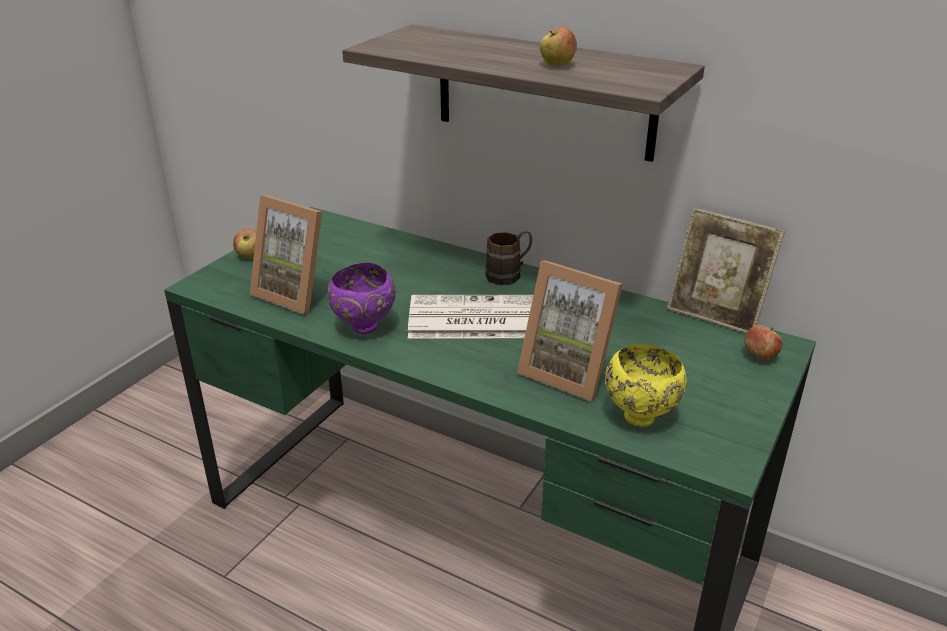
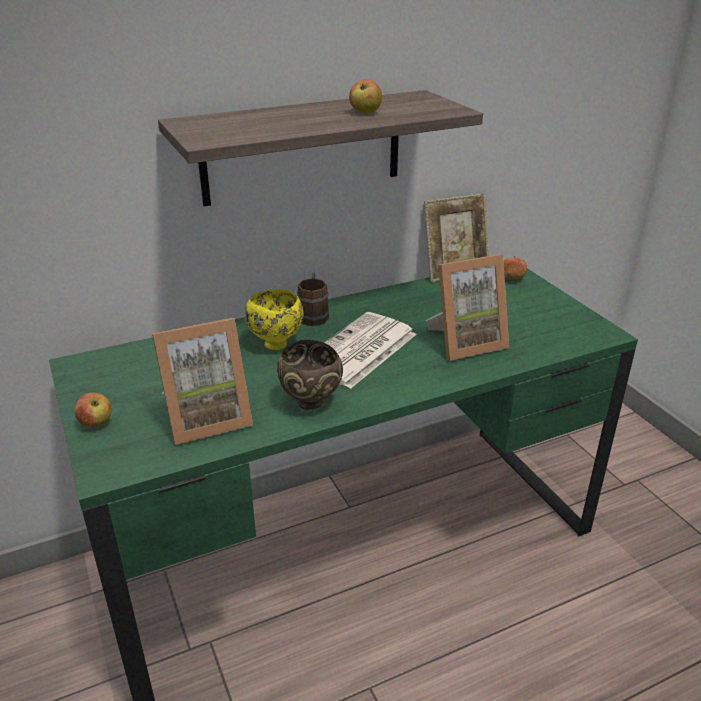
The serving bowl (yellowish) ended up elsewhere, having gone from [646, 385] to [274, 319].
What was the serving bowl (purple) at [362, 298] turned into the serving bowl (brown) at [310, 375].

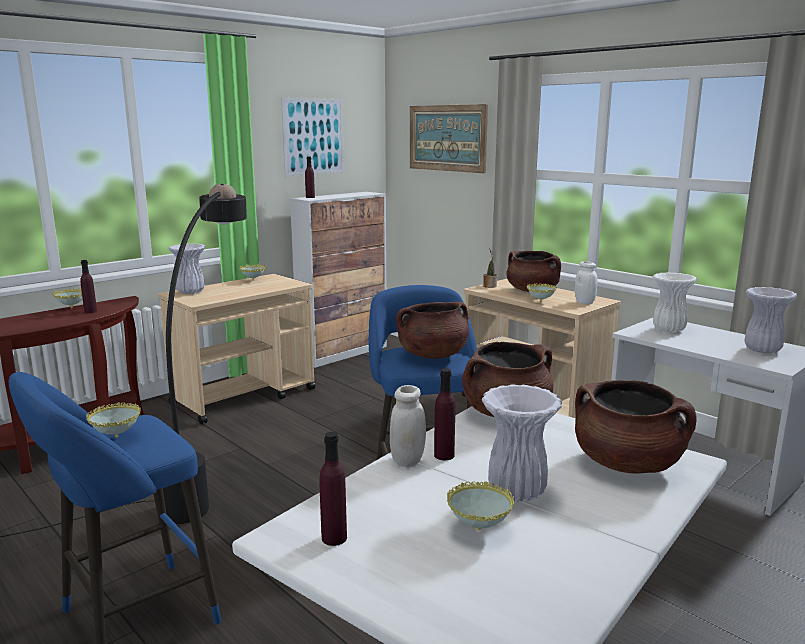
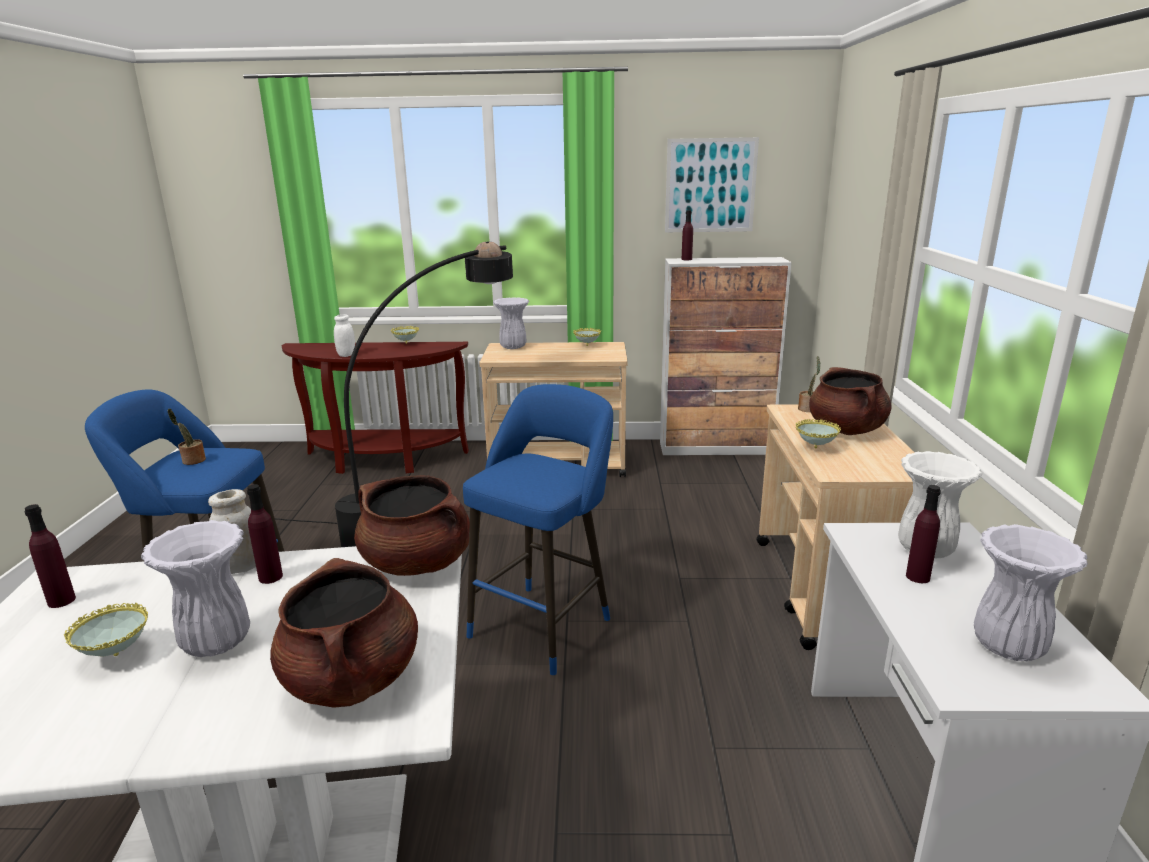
The second view lost the cooking pot (brown) at [432, 330].
The second view lost the wall art at [449, 138].
The drink bottle (purple) ended up elsewhere, having gone from [88, 286] to [923, 534].
The preserve jar (white-coloured) ended up elsewhere, having gone from [586, 282] to [344, 335].
Where the serving bowl stood at [113, 420], the potted plant came to stand at [187, 436].

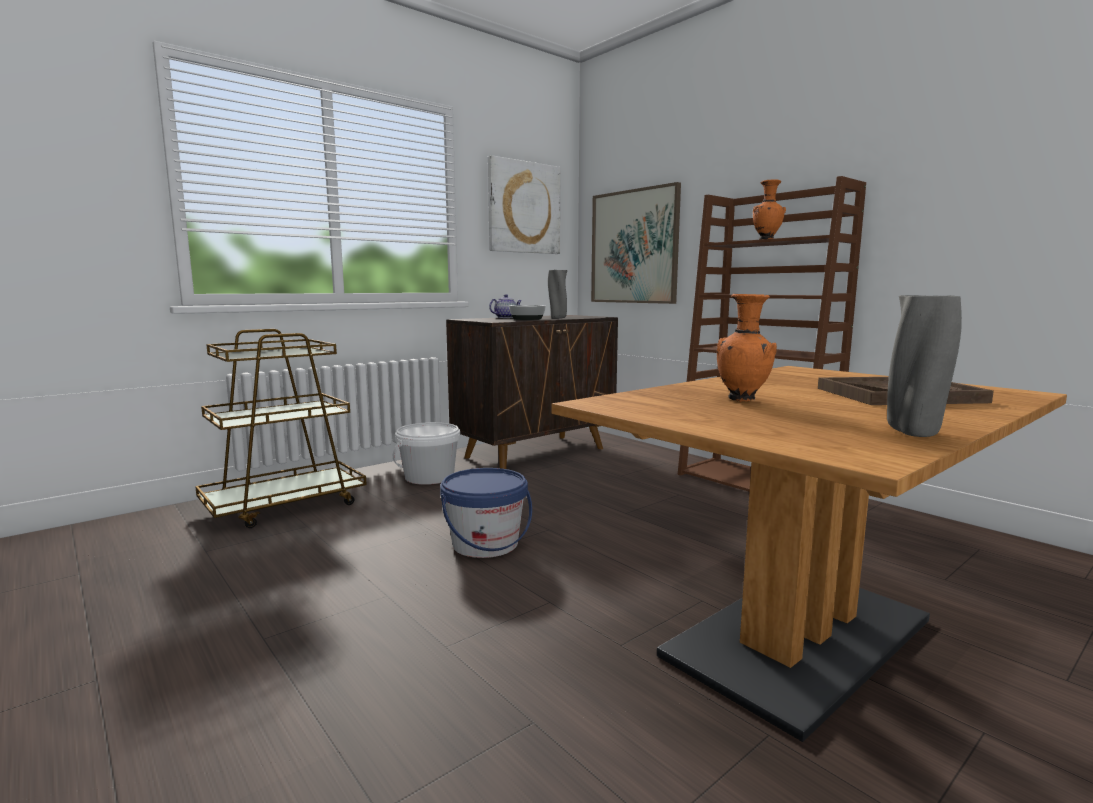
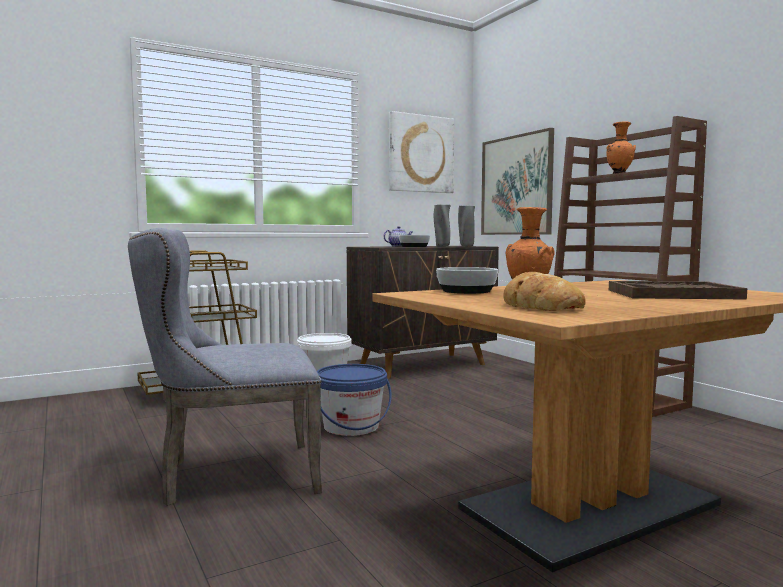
The second view gained the upright chair (gray) at [225, 367].
The second view gained the serving bowl at [467, 280].
The second view gained the bakery bread at [544, 291].
The decorative vase (gray) ended up elsewhere, having gone from [924, 366] to [466, 226].

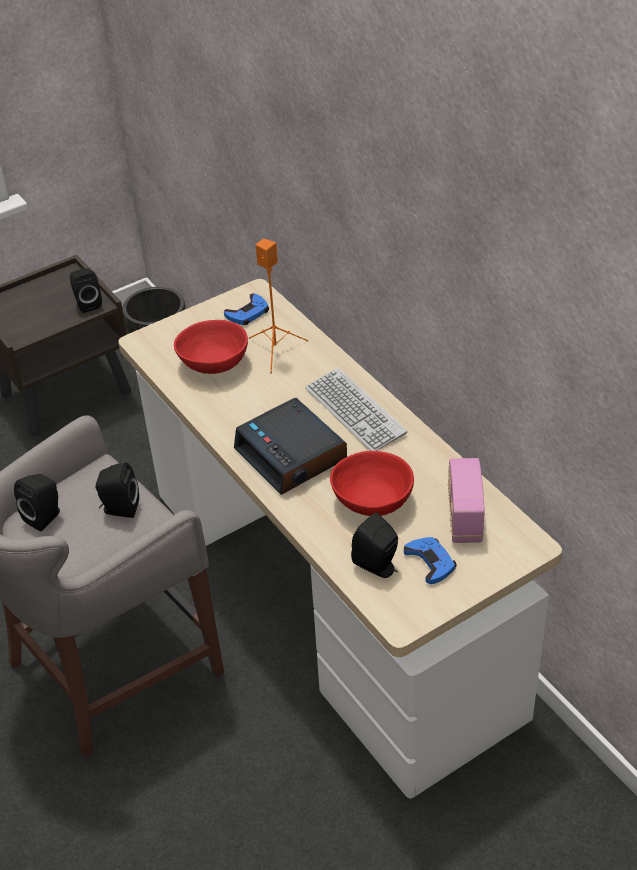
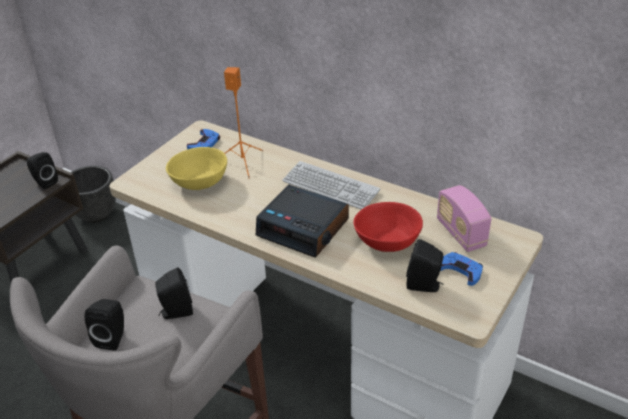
What was the serving bowl (red-coloured) at [211, 347] turned into the serving bowl (yellowish) at [196, 168].

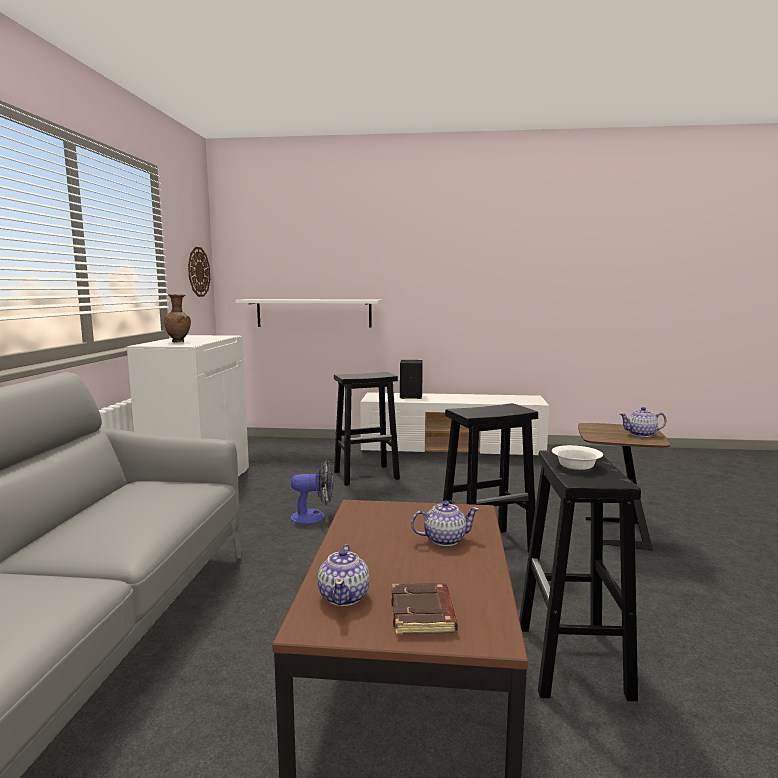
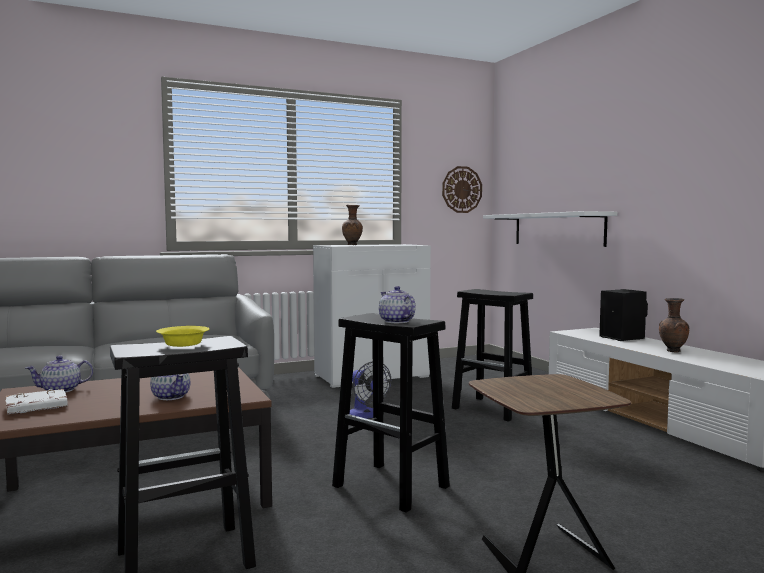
The second view gained the decorative vase (brown) at [674, 325].
The teapot ended up elsewhere, having gone from [643, 422] to [397, 304].
What was the book (brown) at [424, 609] turned into the book (white-coloured) at [37, 401].
What was the serving bowl (white-coloured) at [577, 457] turned into the serving bowl (yellowish) at [182, 336].

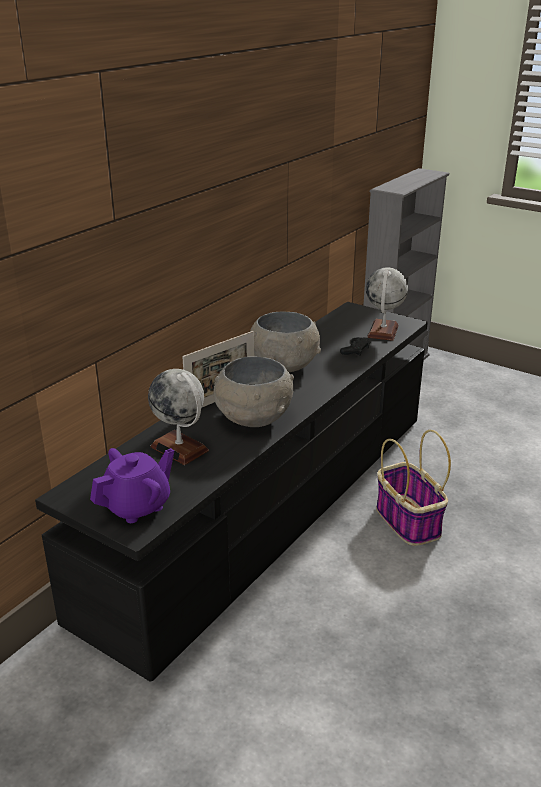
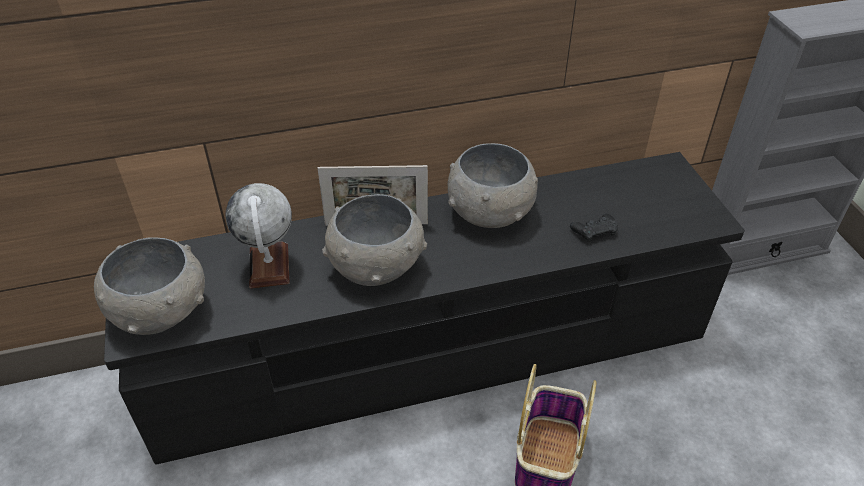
The second view lost the desk globe at [386, 304].
Where the teapot (purple) stood at [132, 485], the serving bowl (gray) came to stand at [149, 286].

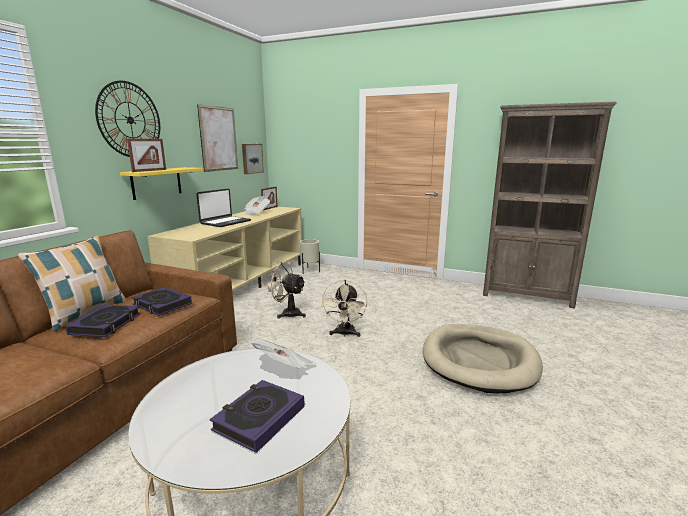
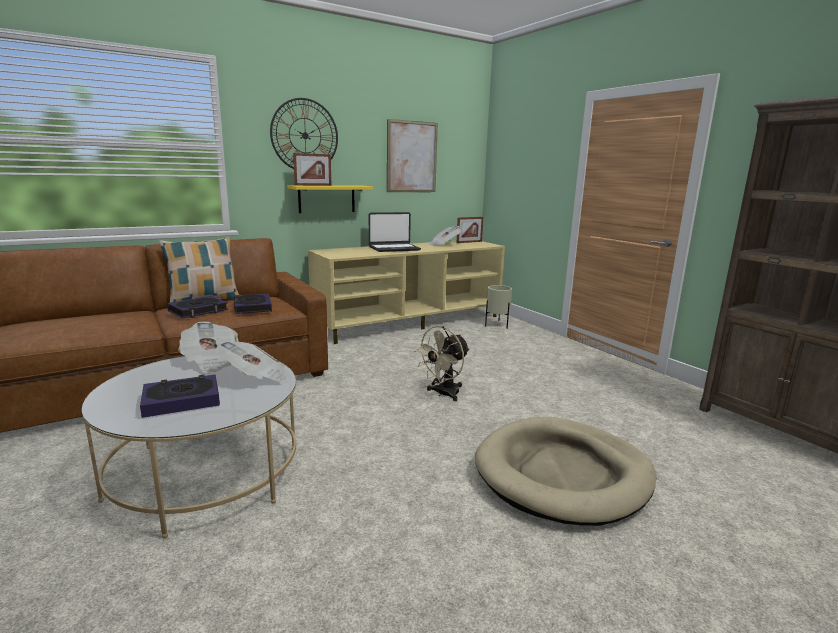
The second view lost the wall art at [253, 159].
The second view lost the fan (beige-coloured) at [284, 290].
The second view gained the newspaper at [208, 347].

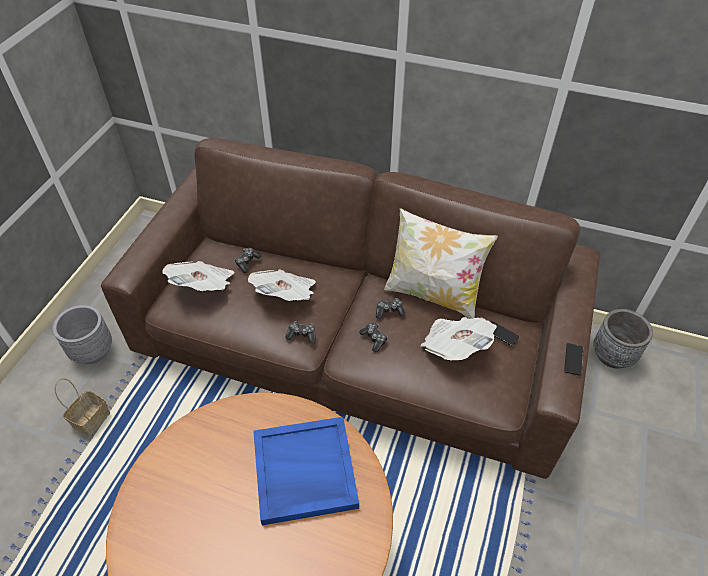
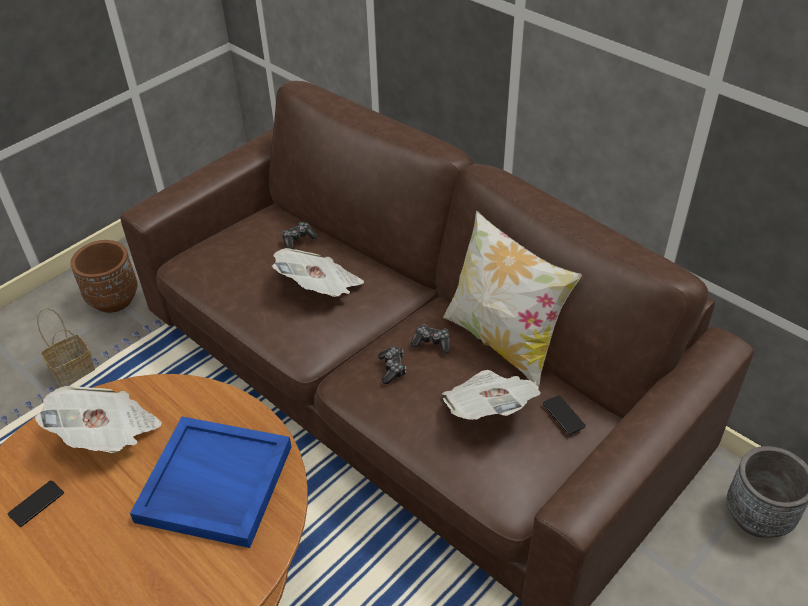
The second view lost the joypad at [300, 332].
The newspaper ended up elsewhere, having gone from [198, 276] to [98, 419].
The phone ended up elsewhere, having gone from [573, 359] to [36, 503].
What was the planter (gray) at [82, 334] turned into the planter (brown) at [104, 276].

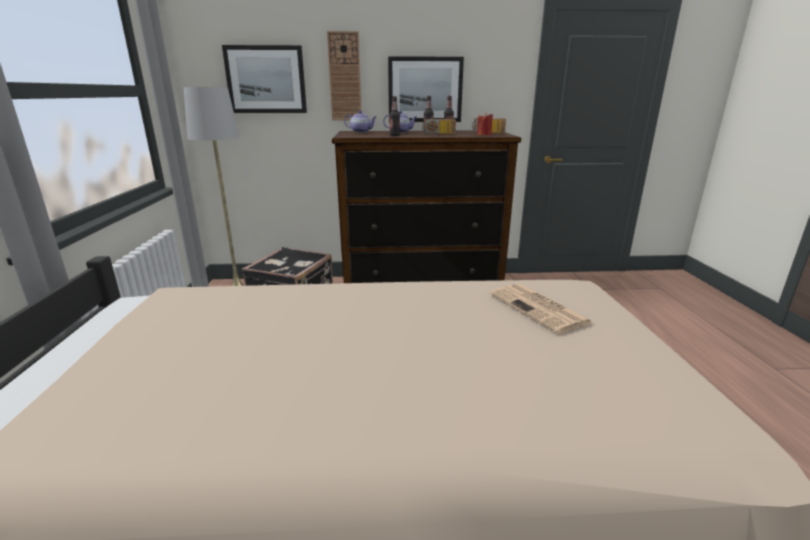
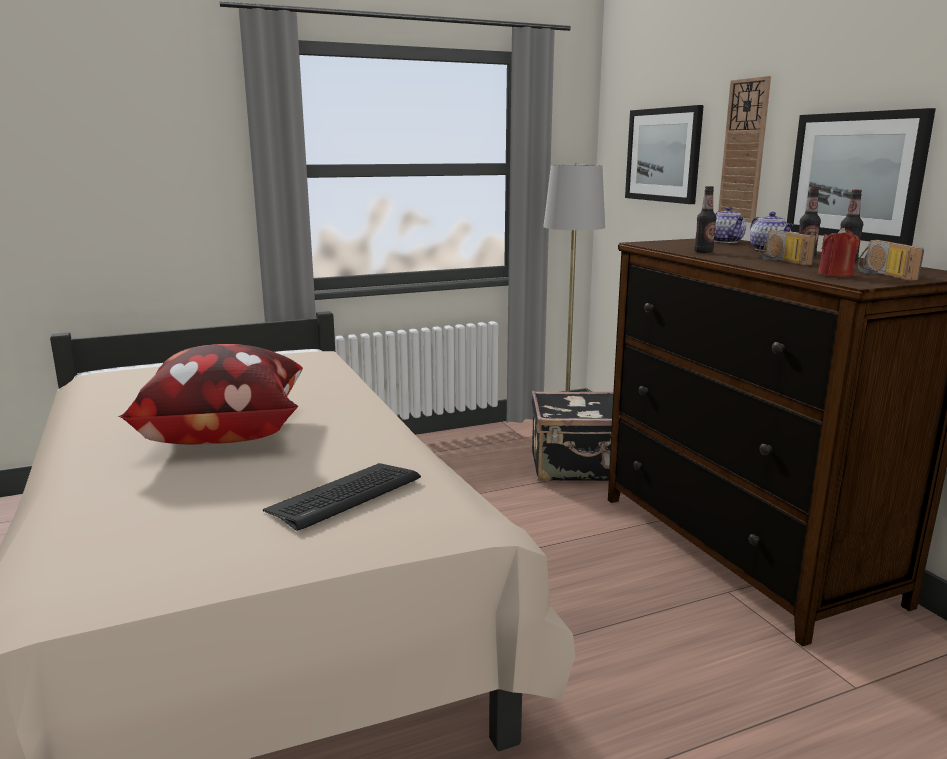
The second view gained the pillow at [210, 394].
Where the newspaper stood at [541, 308], the PC keyboard came to stand at [342, 497].

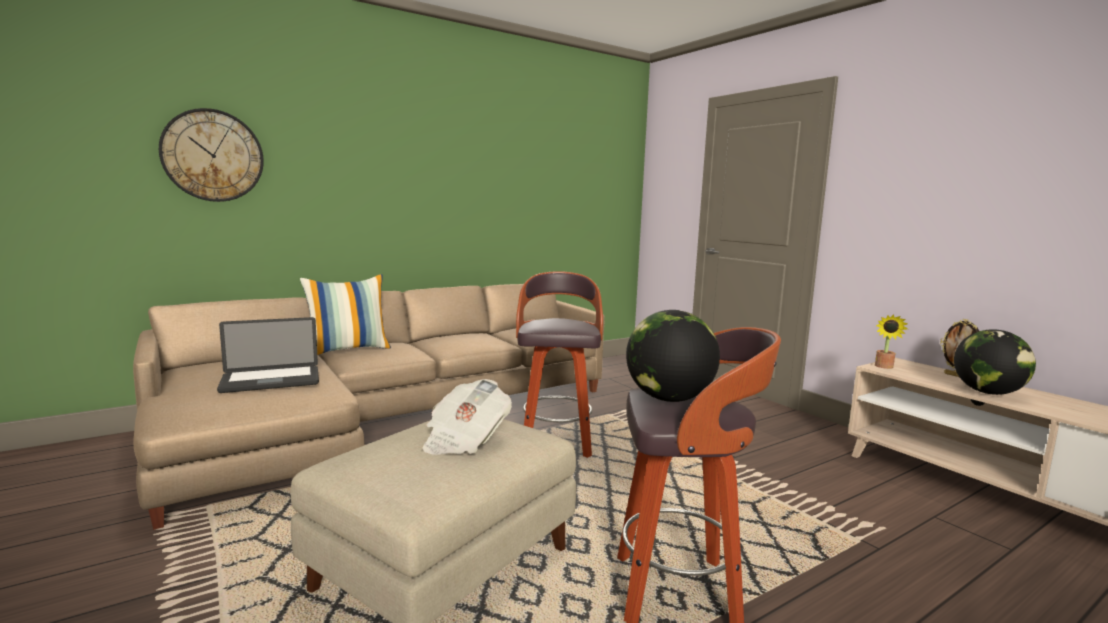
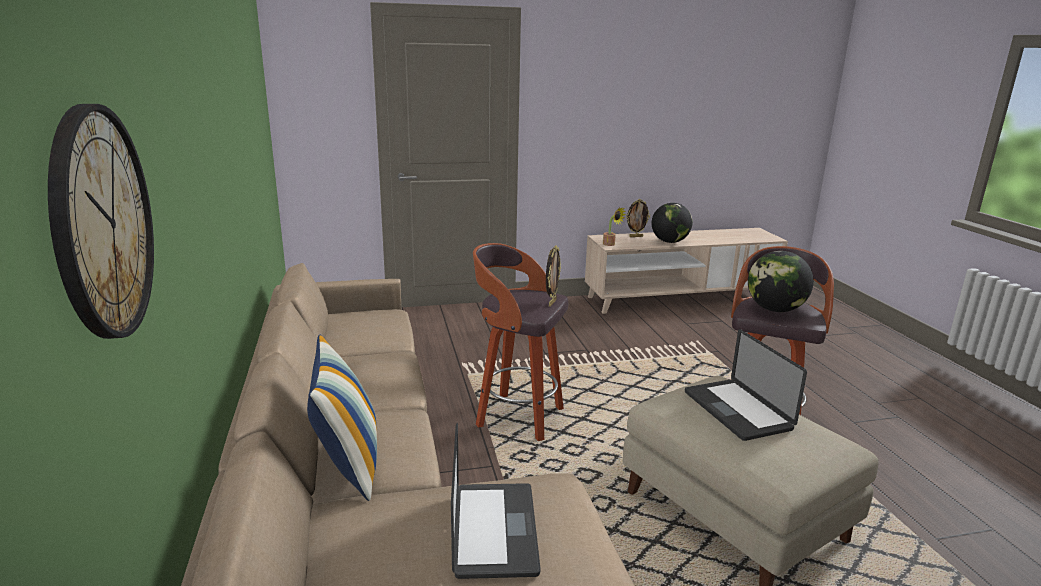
The second view gained the standing frame at [553, 276].
Where the newspaper stood at [467, 417], the notebook computer came to stand at [746, 385].

